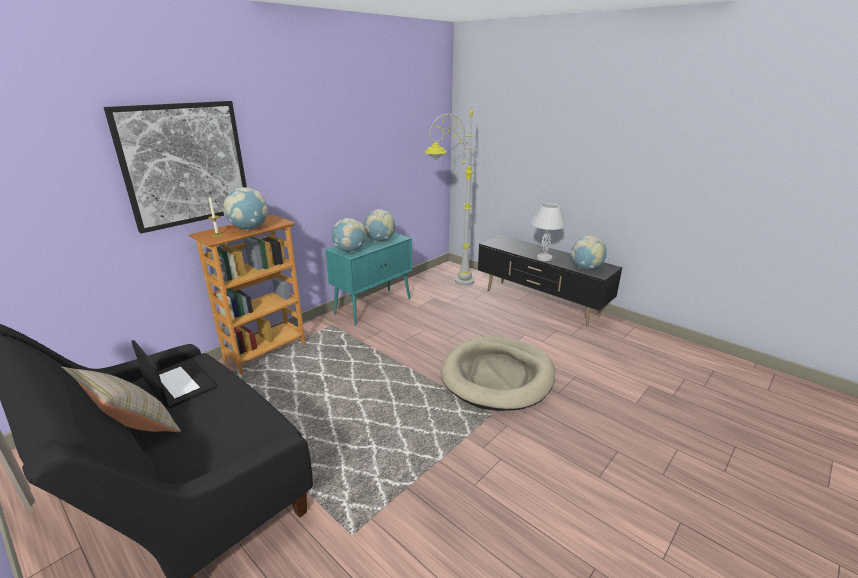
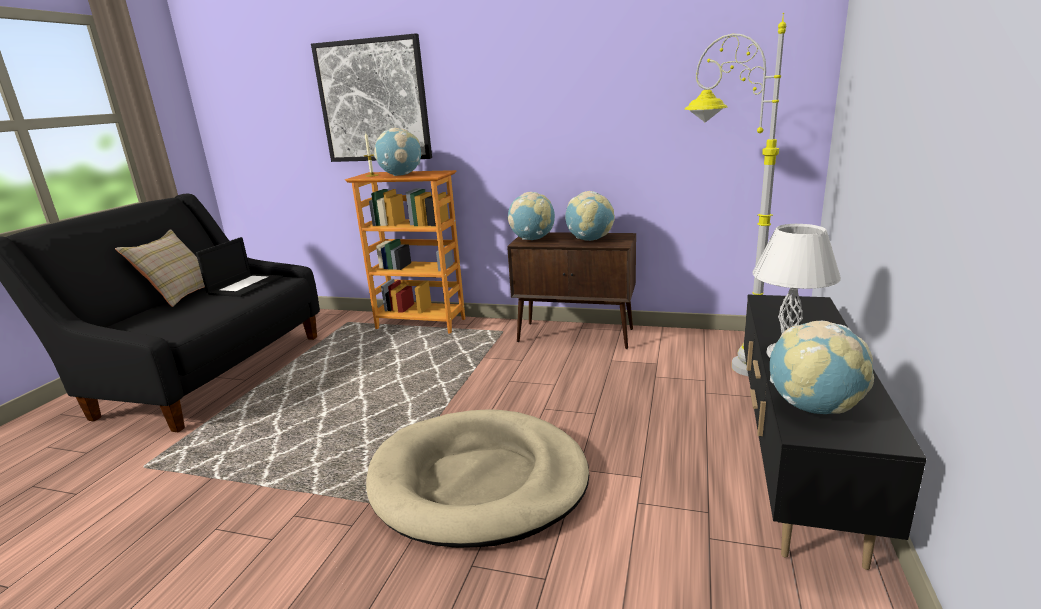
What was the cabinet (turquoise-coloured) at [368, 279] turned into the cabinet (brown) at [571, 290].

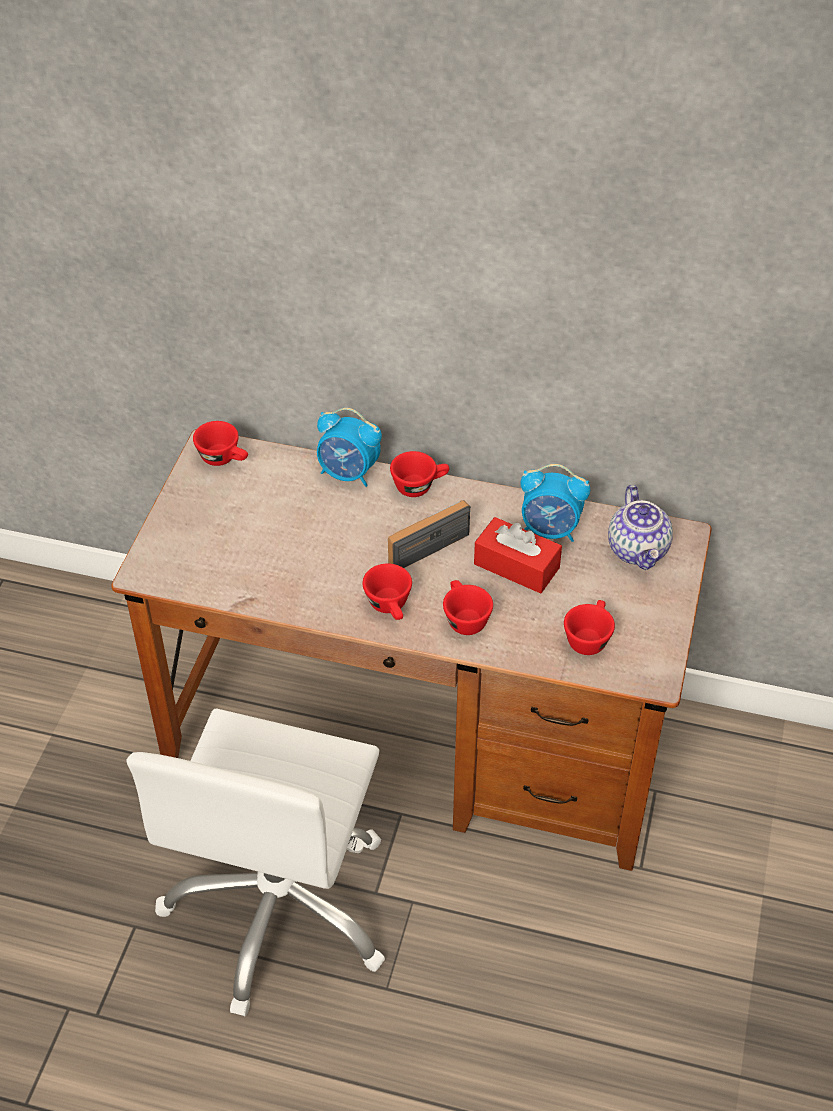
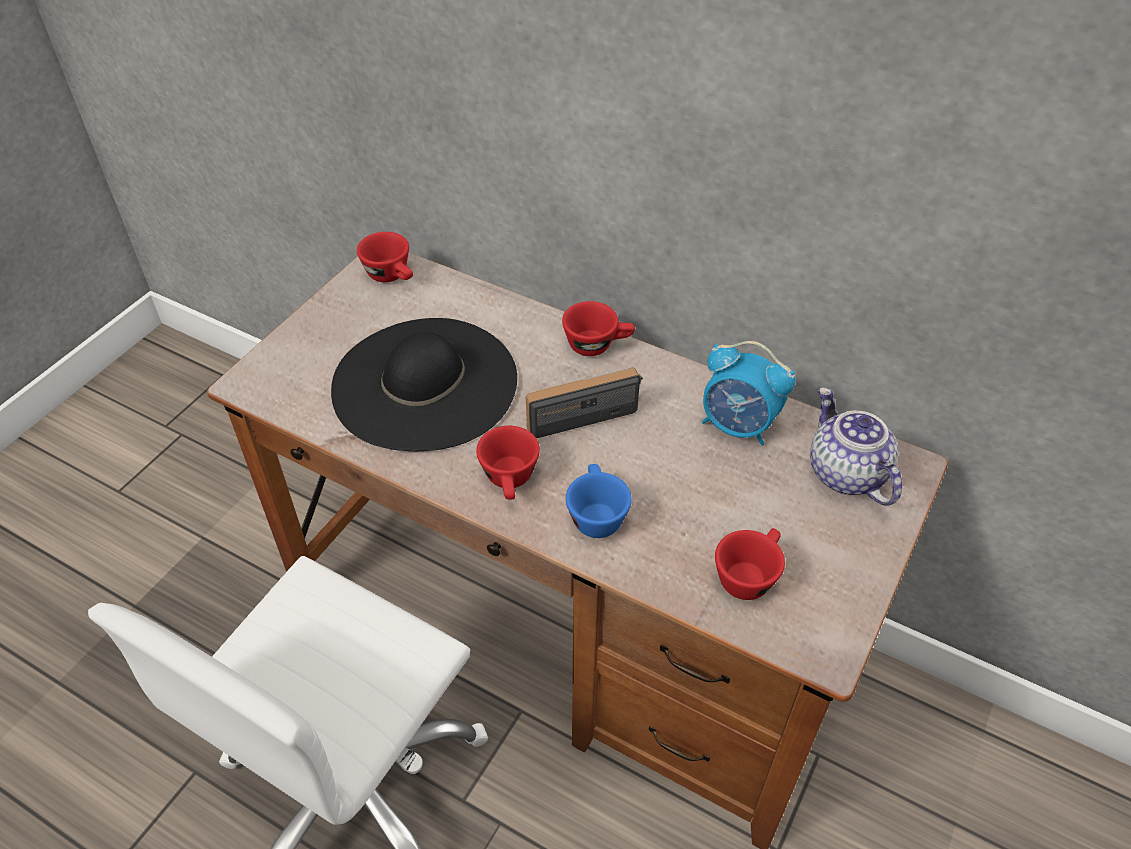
The second view lost the table clock at [349, 447].
The second view lost the box of tissues (red-coloured) at [518, 555].
The second view gained the hat (black-coloured) at [424, 384].
What was the small cup (red-coloured) at [468, 607] turned into the small cup (blue-coloured) at [599, 501].
The teapot at [640, 527] ended up facing another way, 150 degrees clockwise from before.

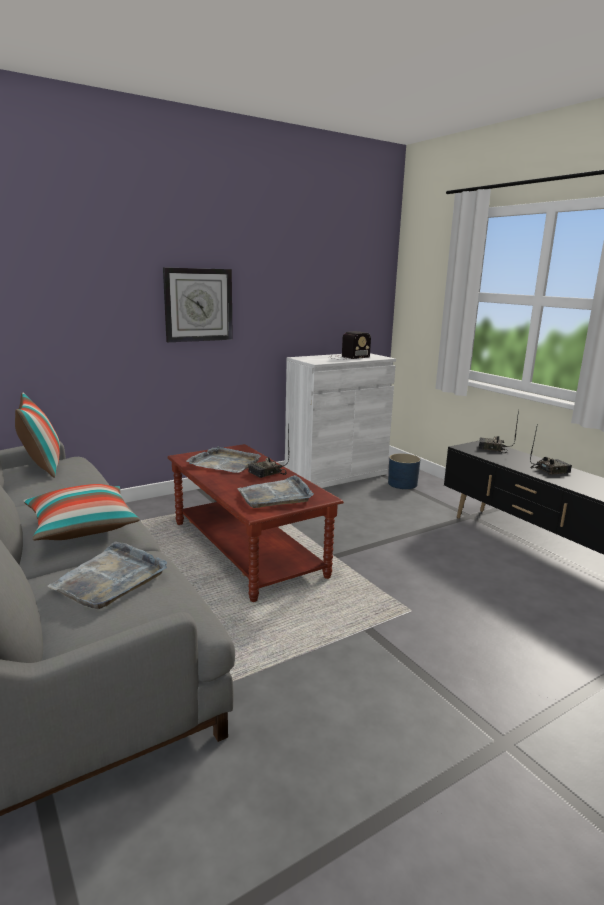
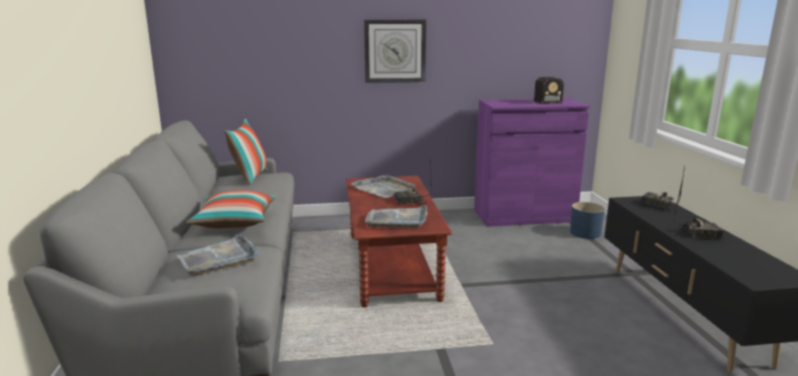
What was the cabinet (white-coloured) at [340, 420] turned into the cabinet (purple) at [532, 162].

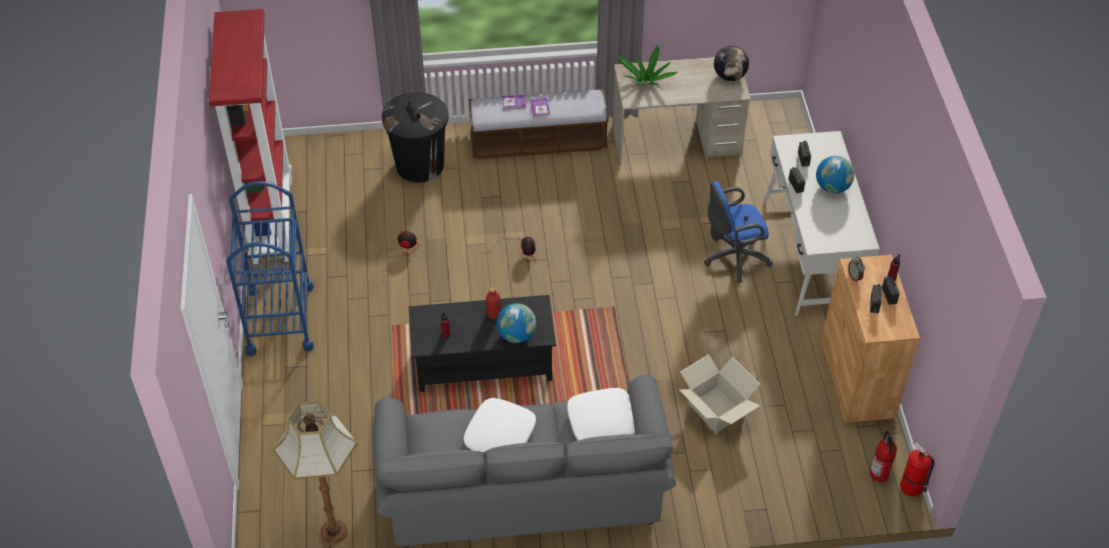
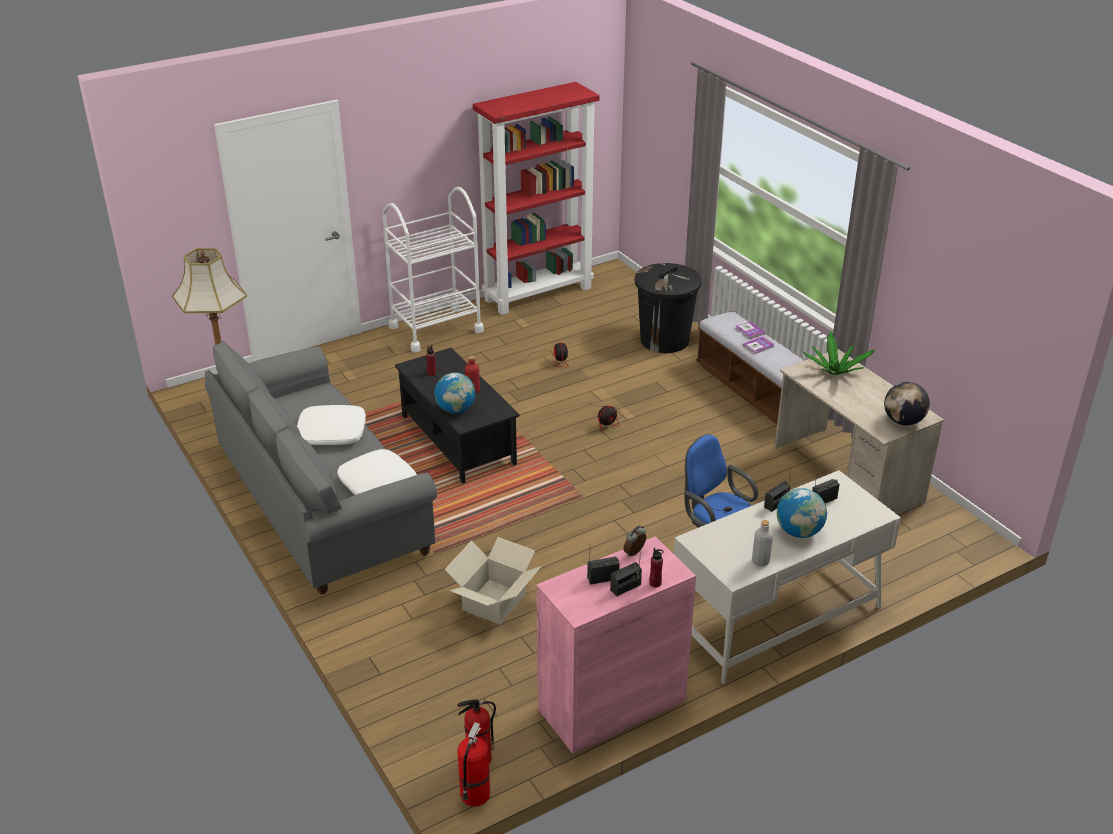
The second view gained the drink bottle (gray) at [762, 543].
What was the trolley (blue-coloured) at [270, 268] turned into the trolley (white-coloured) at [433, 269].
What was the cabinet (brown) at [871, 339] turned into the cabinet (pinkish) at [616, 645].

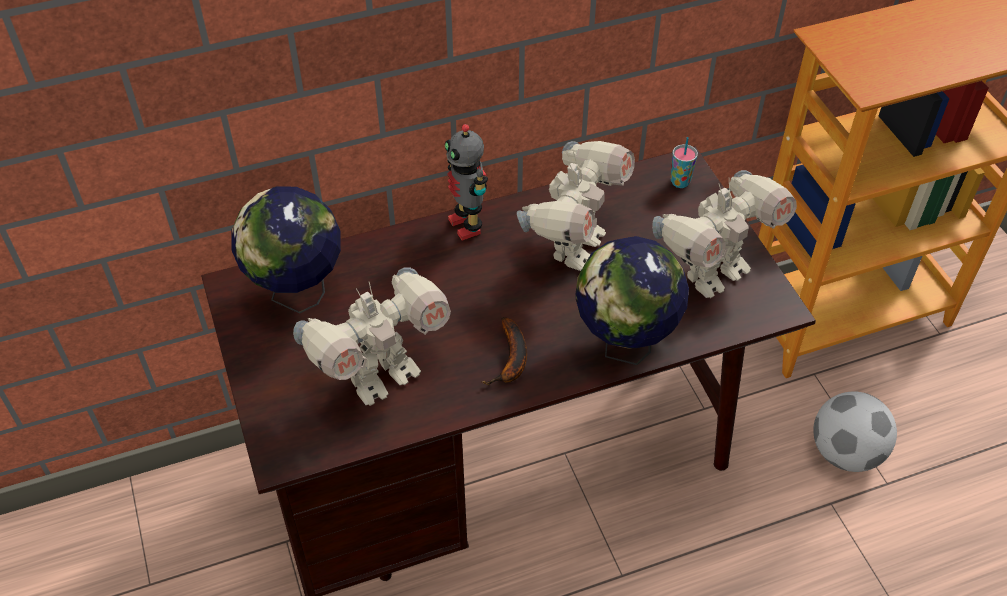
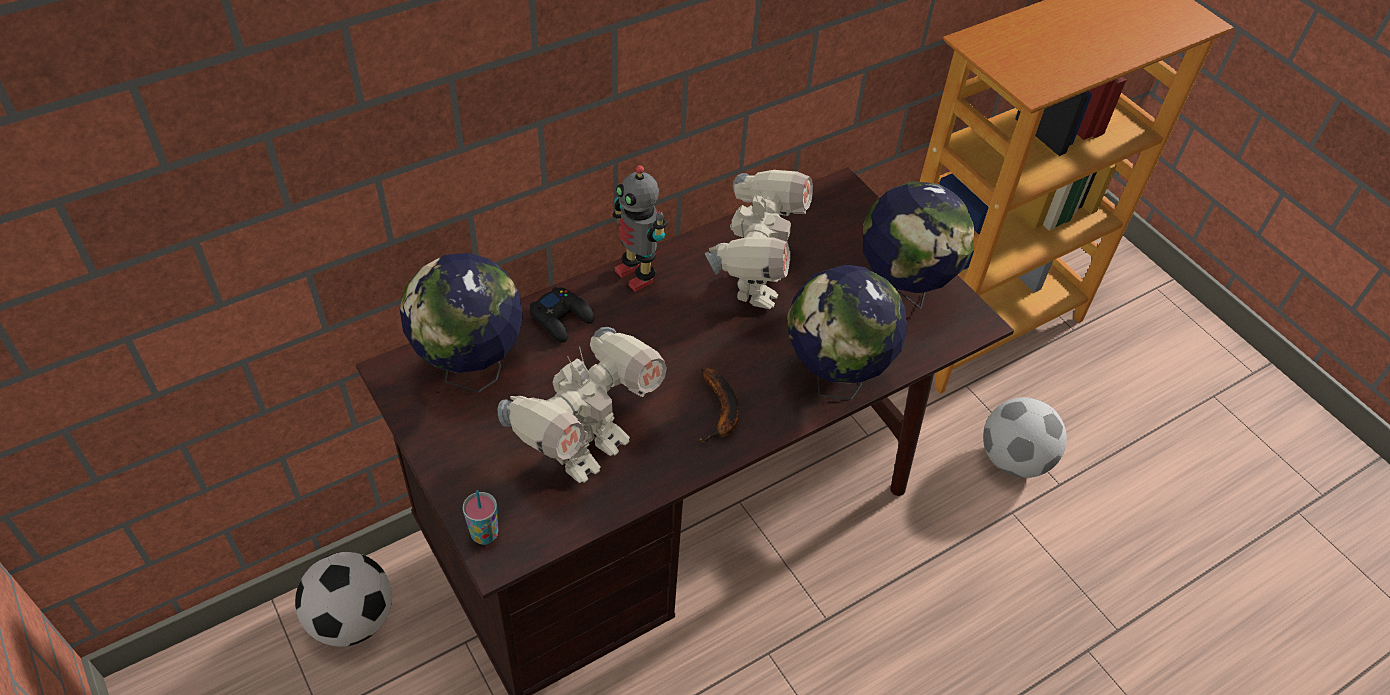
The second view gained the football ball at [343, 599].
The second view gained the joypad (black-coloured) at [561, 315].
The small cup ended up elsewhere, having gone from [684, 162] to [480, 517].
Where the toy robot stood at [724, 234], the desk globe came to stand at [918, 245].

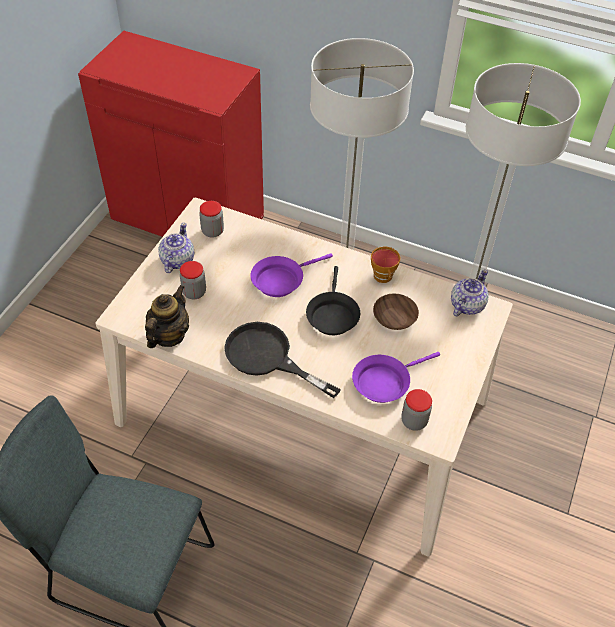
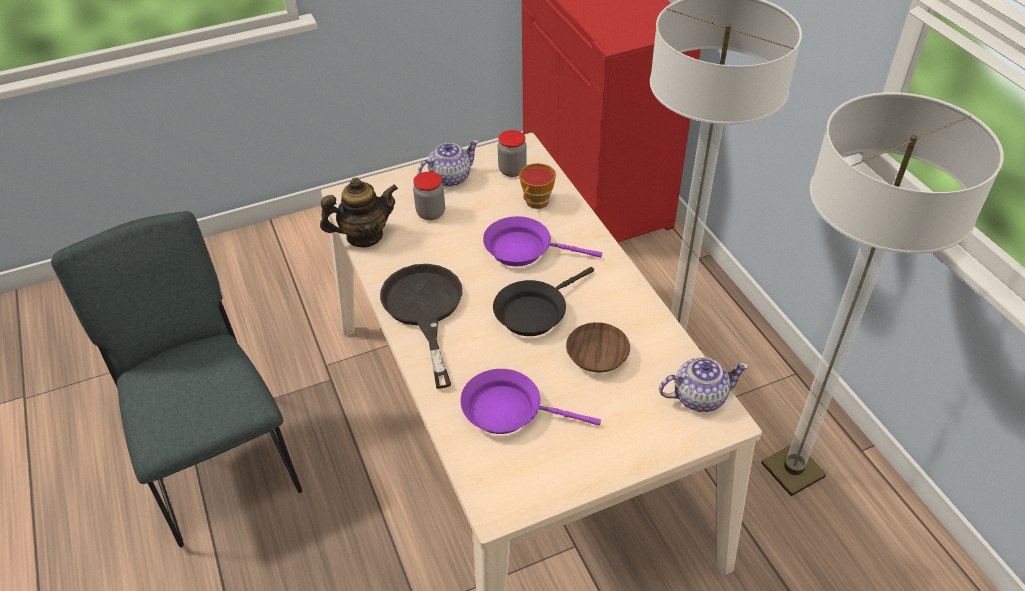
The second view lost the preserve jar at [416, 410].
The small cup ended up elsewhere, having gone from [385, 265] to [537, 186].

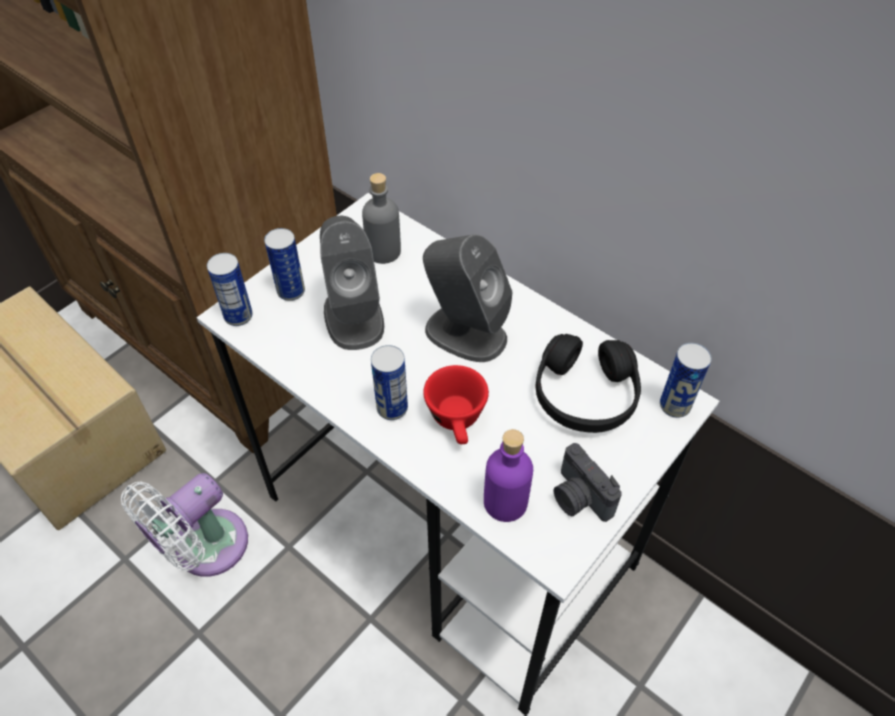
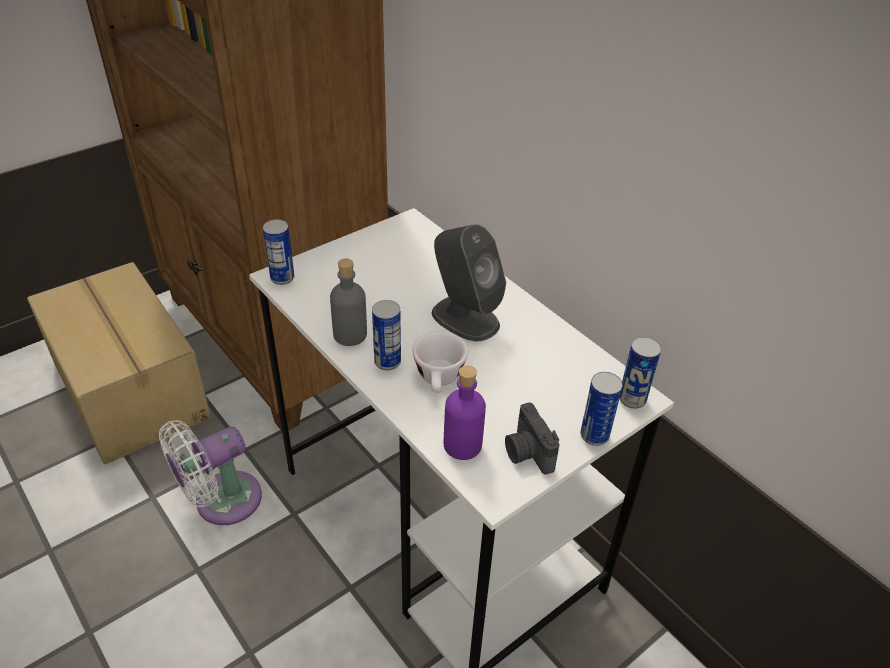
The second view lost the loudspeaker (gray) at [352, 283].
The second view lost the headset (black-coloured) at [588, 383].
The can ended up elsewhere, having gone from [284, 264] to [601, 409].
The drink bottle (gray) ended up elsewhere, having gone from [381, 218] to [348, 302].
What was the small cup (red-coloured) at [456, 404] turned into the small cup (white-coloured) at [440, 362].

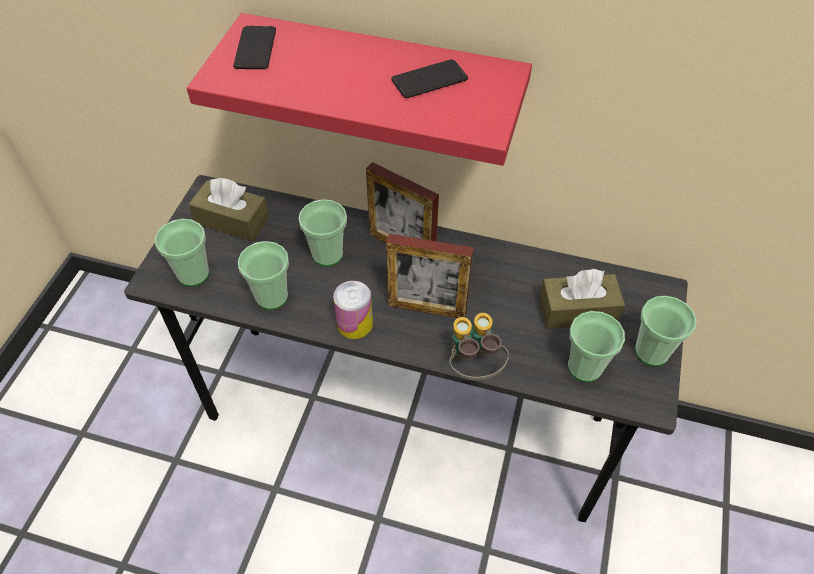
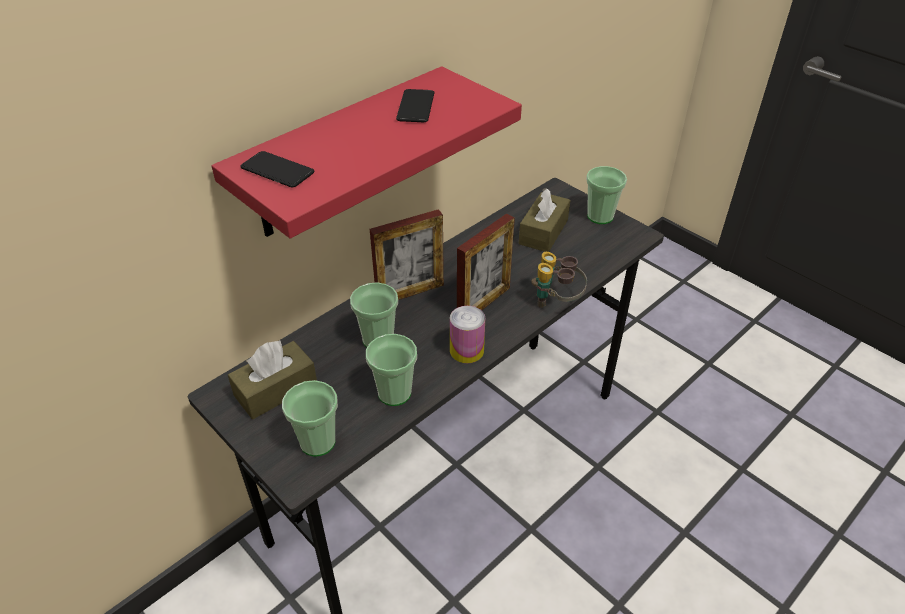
The second view lost the small cup at [596, 346].

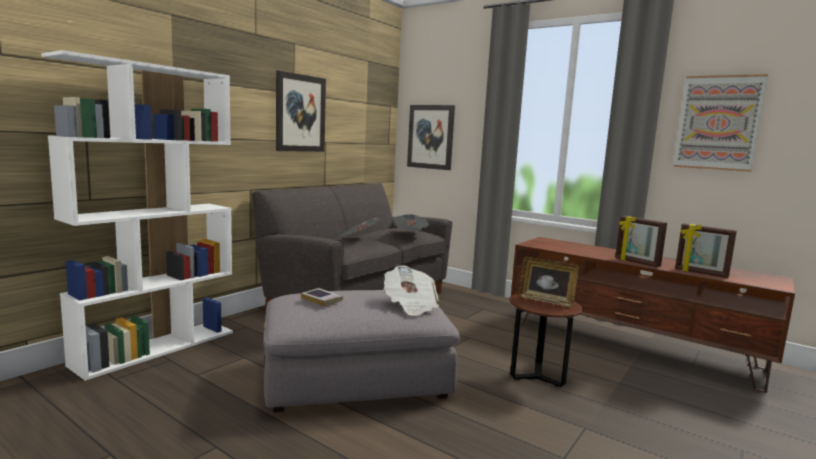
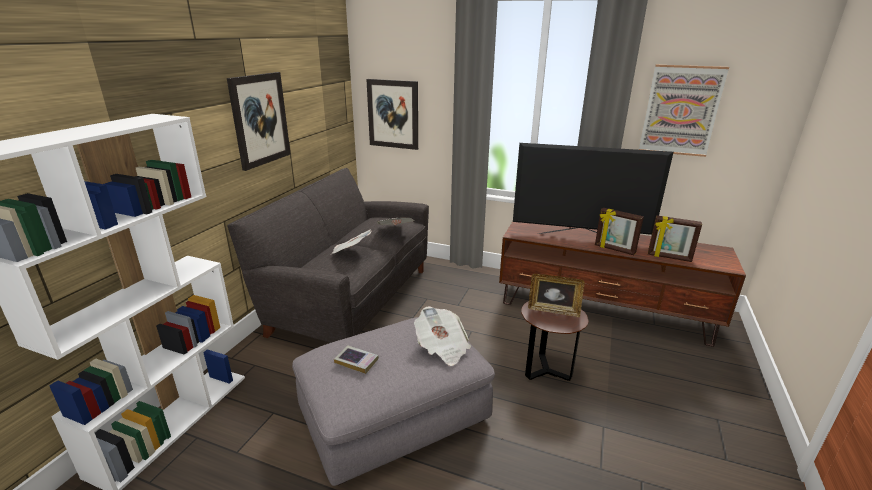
The second view gained the TV at [593, 189].

